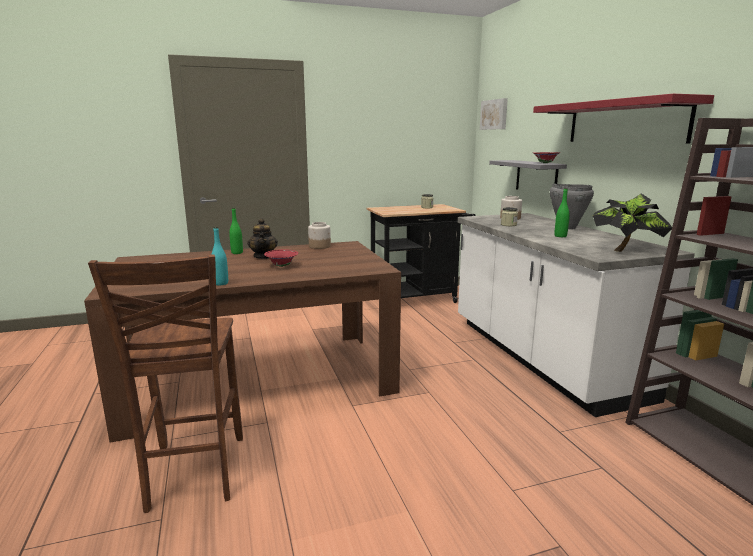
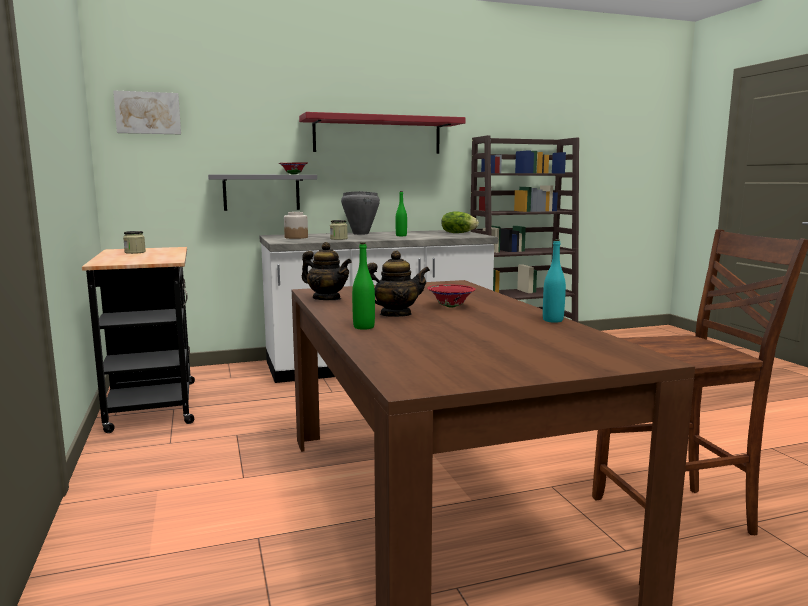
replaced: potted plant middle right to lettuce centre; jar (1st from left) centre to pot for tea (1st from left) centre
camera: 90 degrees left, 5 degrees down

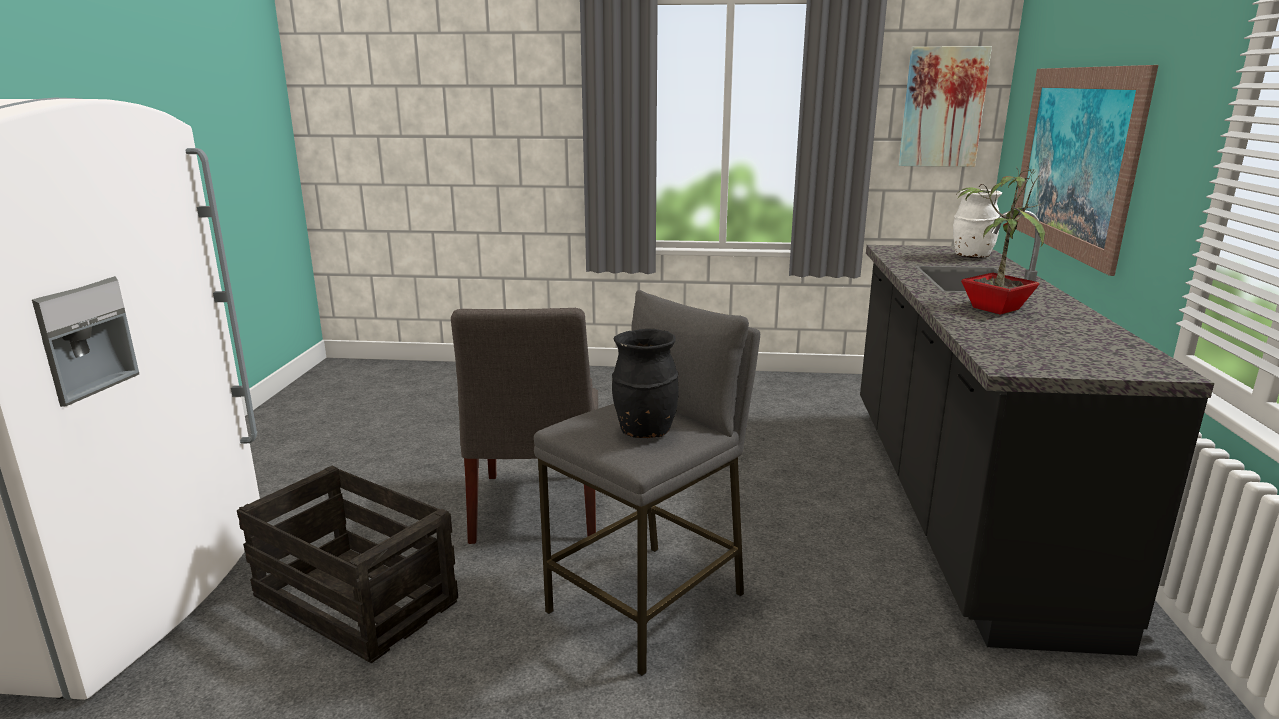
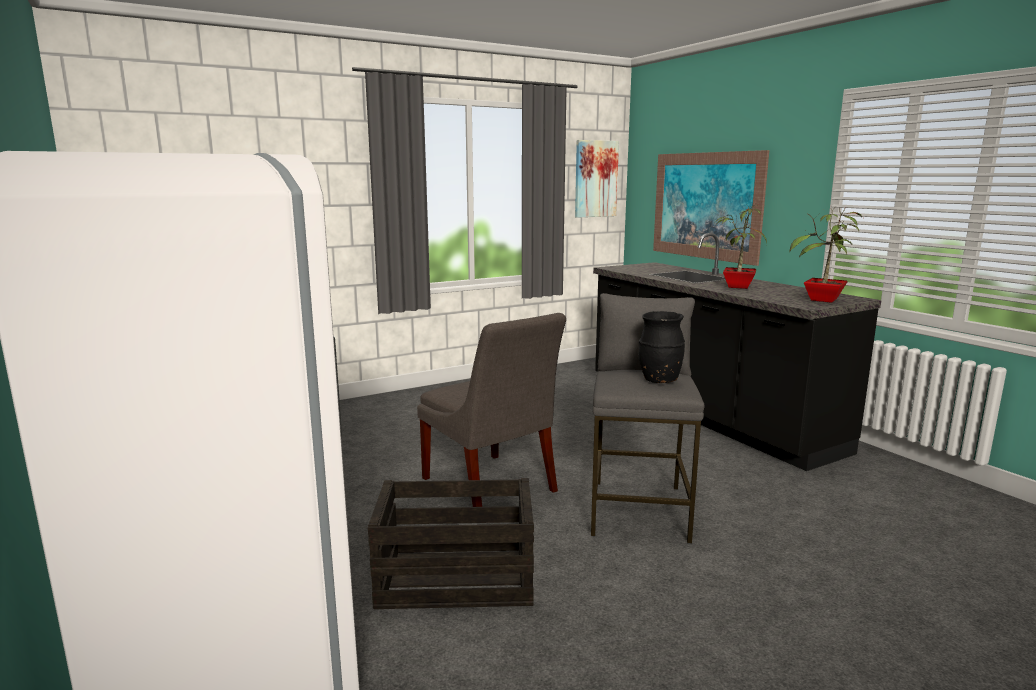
removed: white-coloured decorative vase top right
added: potted plant (2nd from left) middle right
camera: 35 degrees left, 5 degrees down

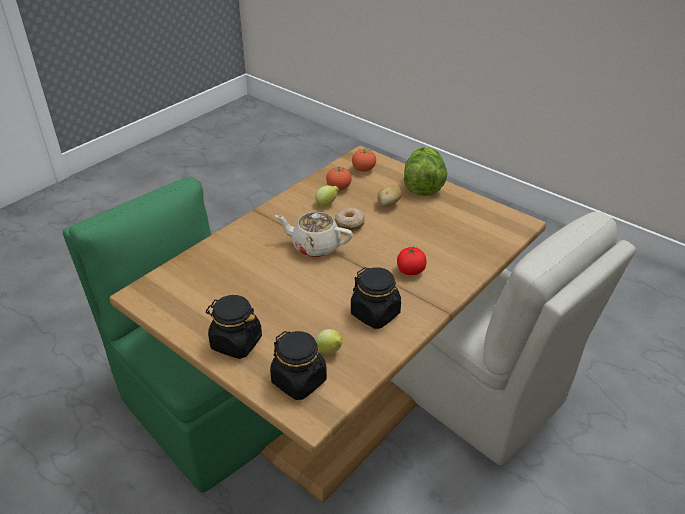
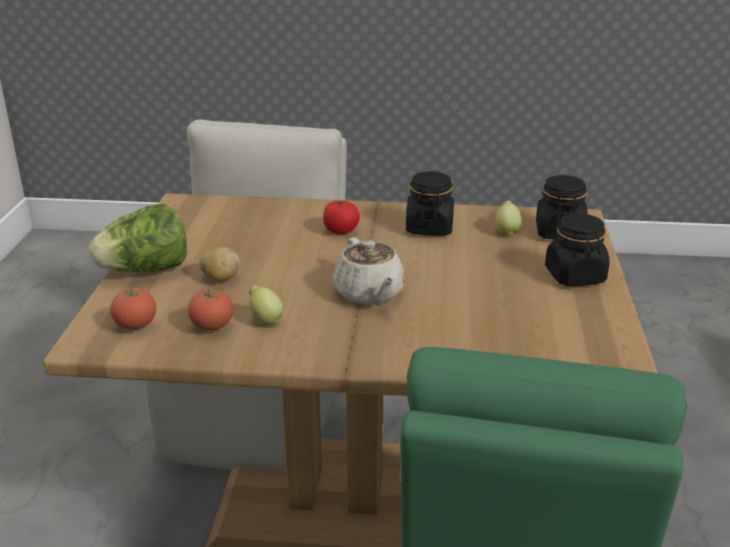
removed: ring doughnut centre
camera: 125 degrees left, 10 degrees down

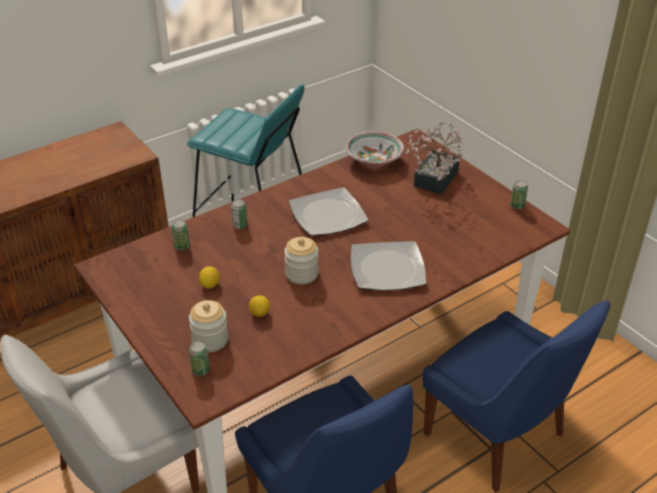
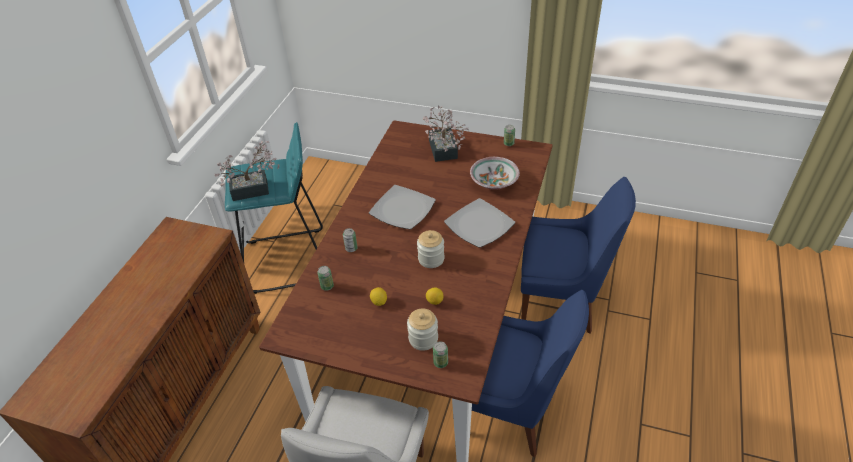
added: potted plant (1st from left) middle left
moved: deep dish top centre to centre
camera: 35 degrees left, 5 degrees up

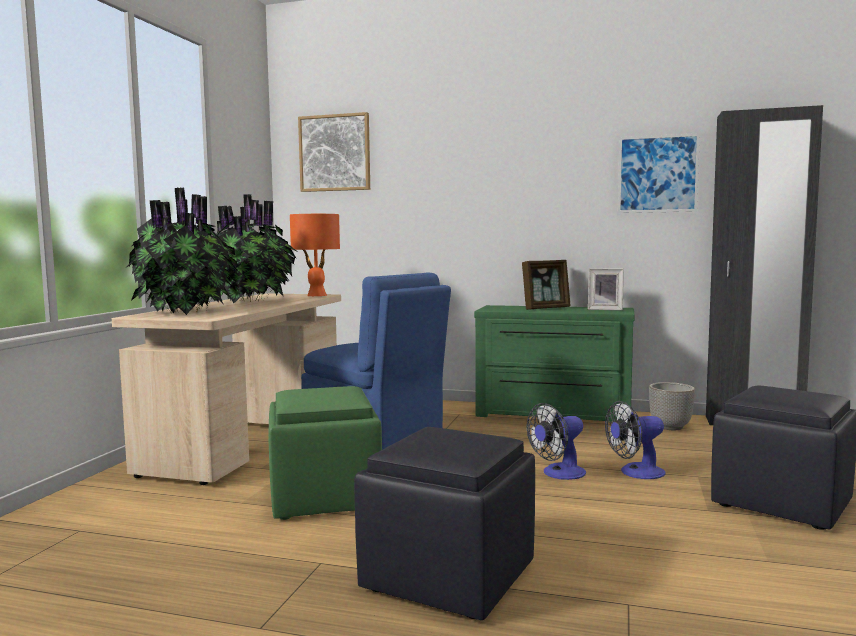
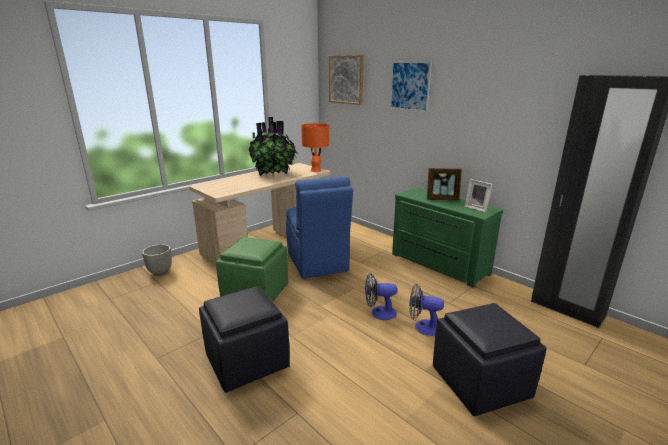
removed: potted plant (1st from left) middle left
moved: wall picture (2nd from left) top right to top centre; planter middle right to middle left
camera: 30 degrees right, 15 degrees up

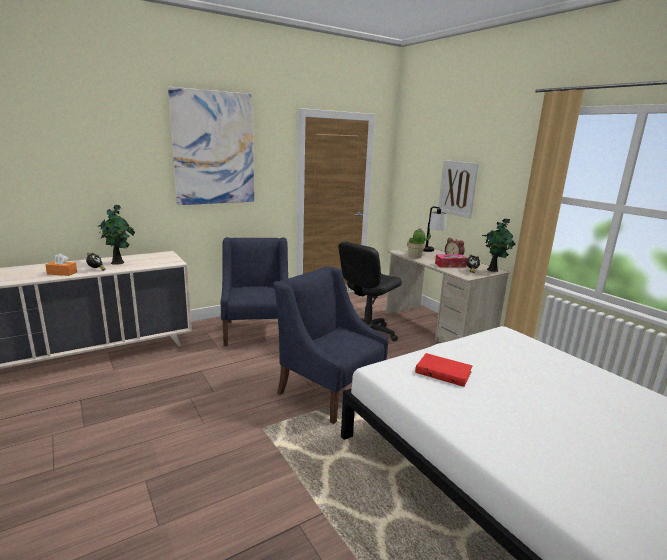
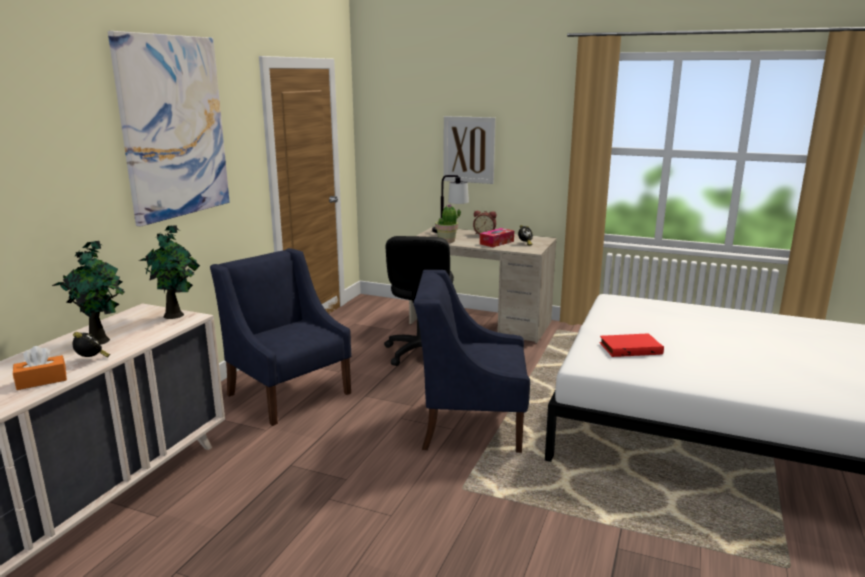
moved: potted plant (3rd from left in the first image) middle right to potted plant (2nd from left) middle left
camera: 35 degrees left, 0 degrees up

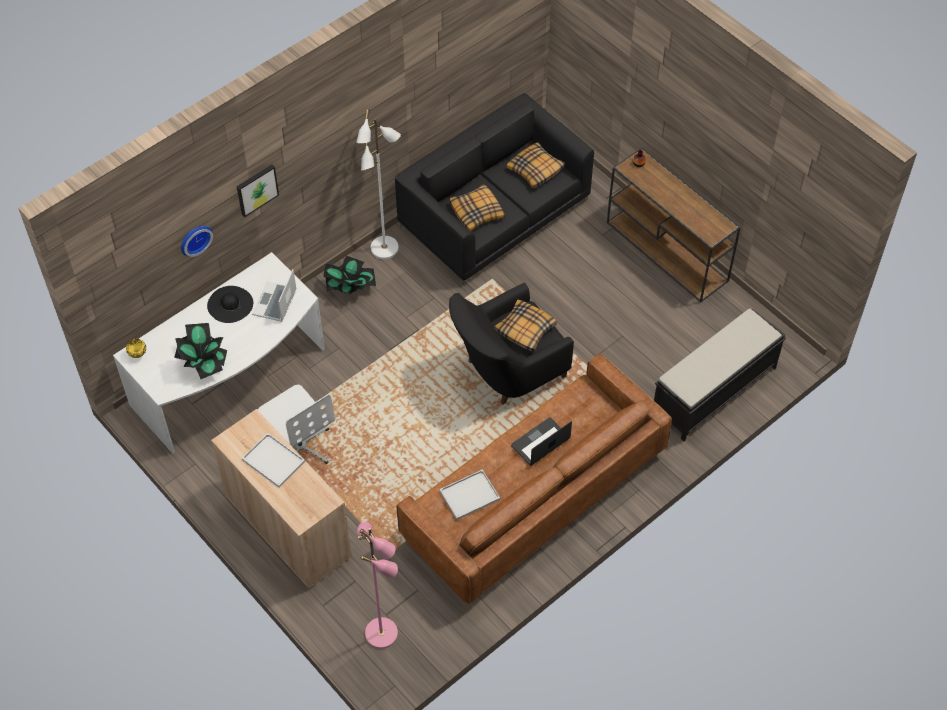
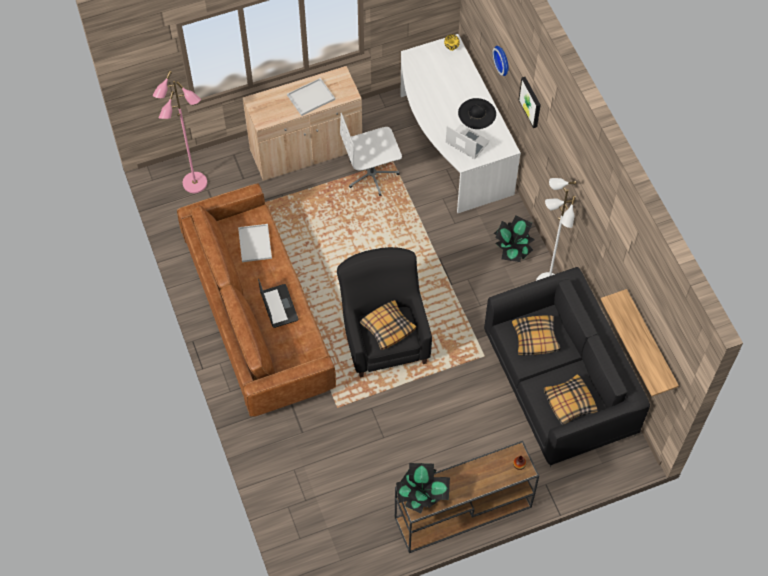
removed: blackish indoor bench middle right
added: shelf middle right
moved: potted plant (1st from left) middle left to bottom centre
camera: 110 degrees right, 5 degrees up

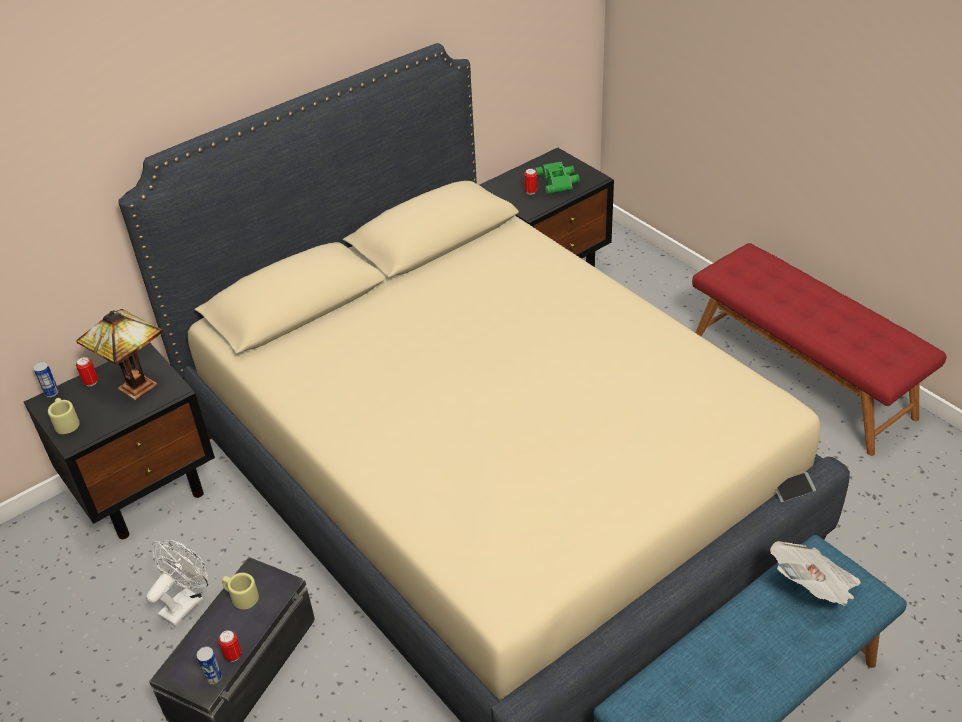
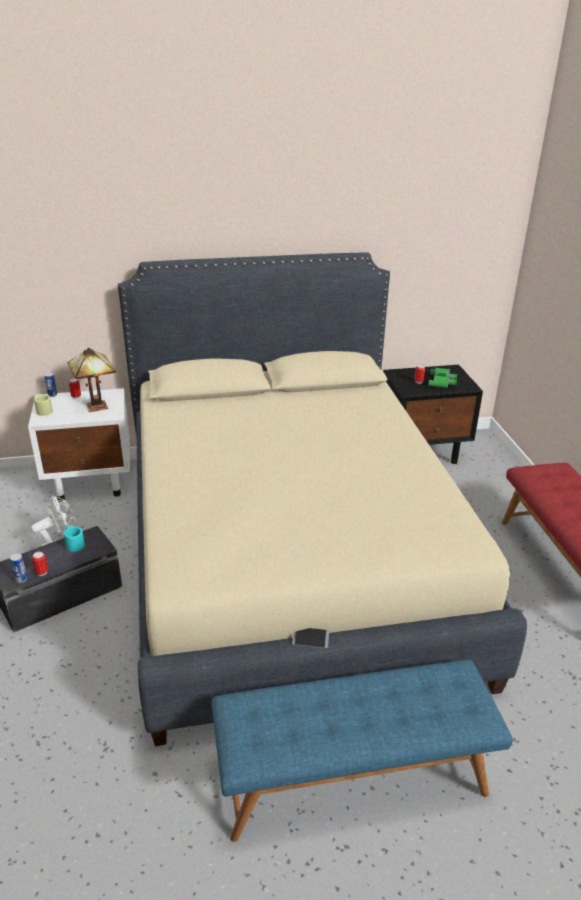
removed: newspaper bottom right
moved: phone bottom right to bottom centre
recoloured: blackish bedside table (1st from left) middle left to white-coloured bedside table middle left; sand-coloured tea mug (2nd from left) bottom left to turquoise tea mug middle left
camera: 25 degrees right, 10 degrees down

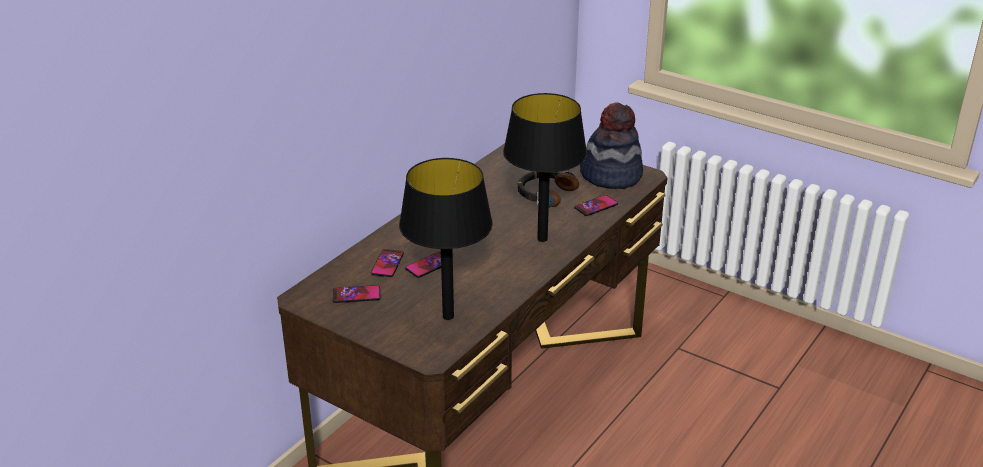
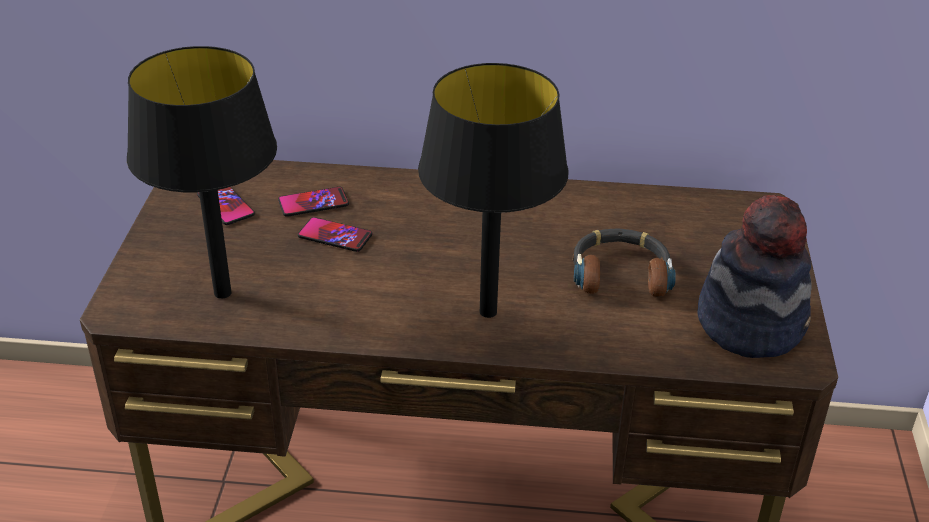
removed: phone (4th from left) centre
camera: 60 degrees right, 5 degrees up

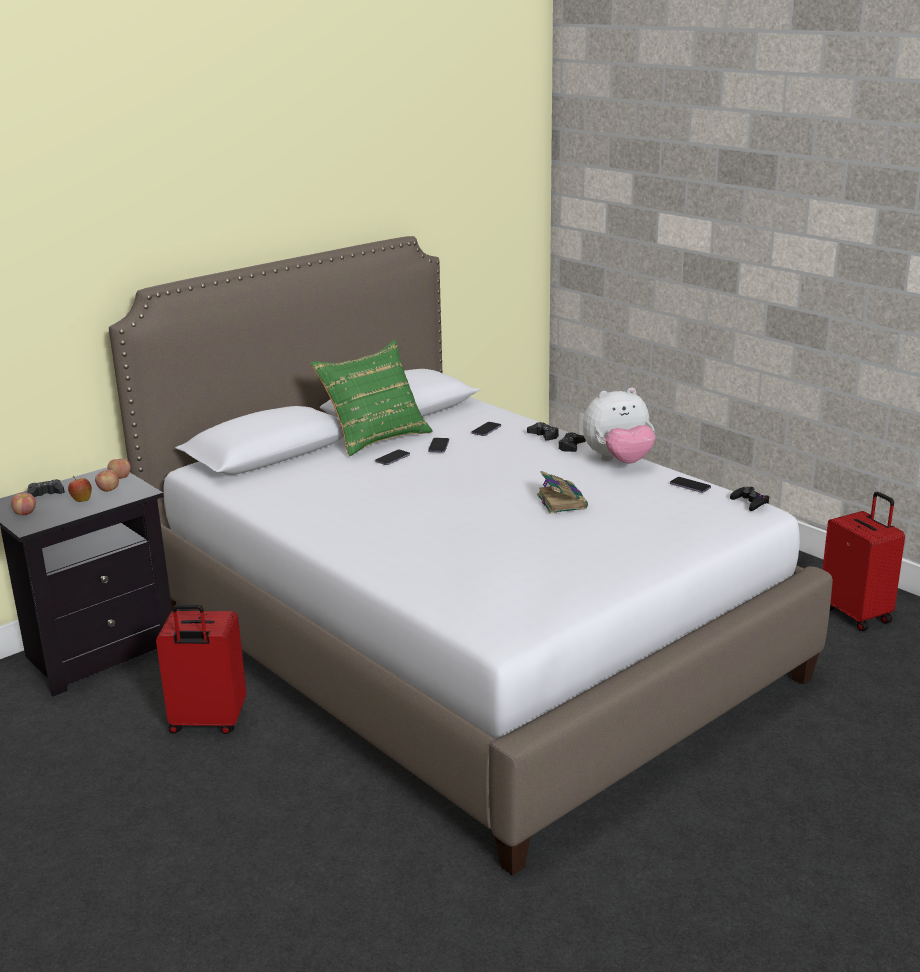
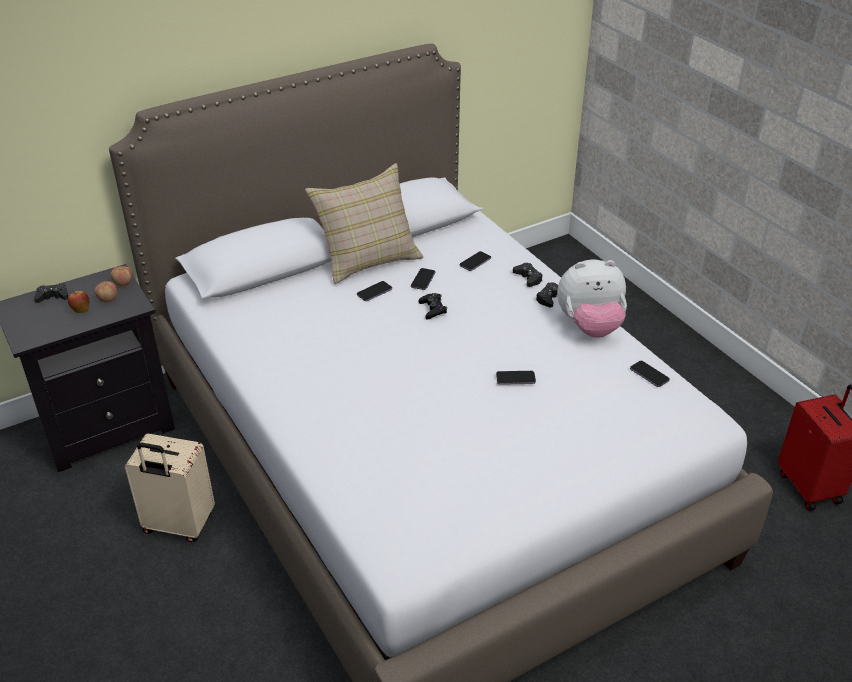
removed: whole apple (1st from left) middle left
moved: blackish joypad (4th from left in the first image) middle right to blackish joypad (2nd from left) centre
replaced: book centre to phone (4th from left) centre
recoloured: greenish cushion centre to sand-coloured cushion top centre; reddish travel case (1st from left) bottom left to sand-coloured travel case bottom left
camera: 10 degrees right, 15 degrees up

